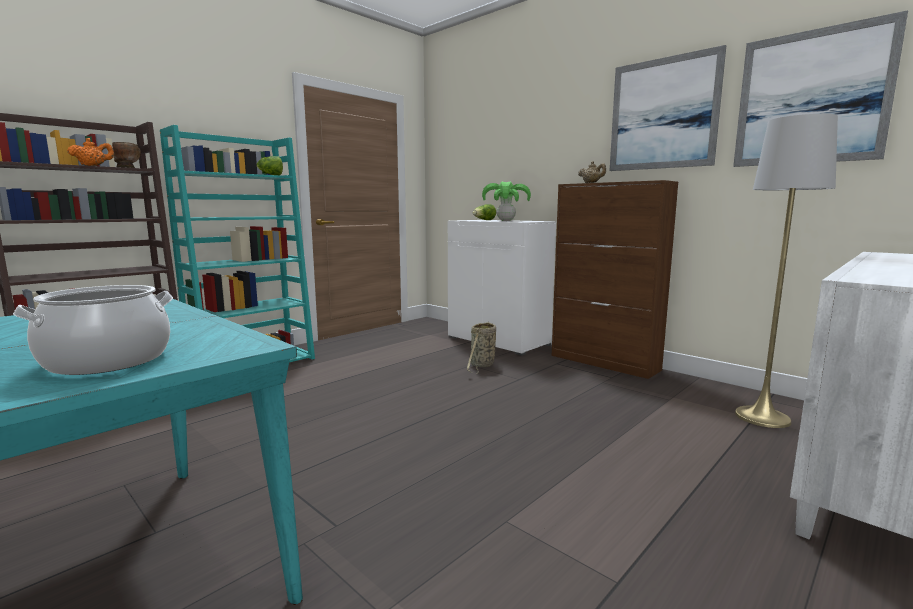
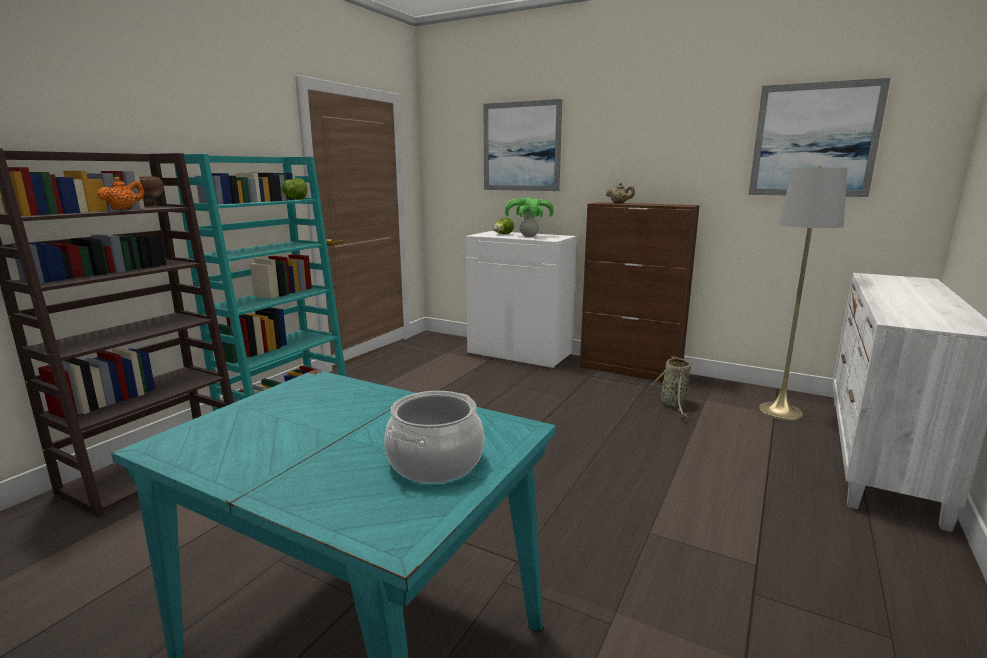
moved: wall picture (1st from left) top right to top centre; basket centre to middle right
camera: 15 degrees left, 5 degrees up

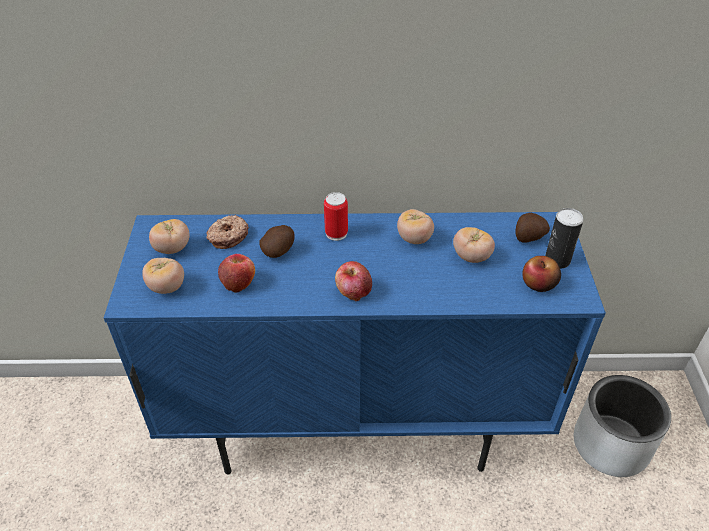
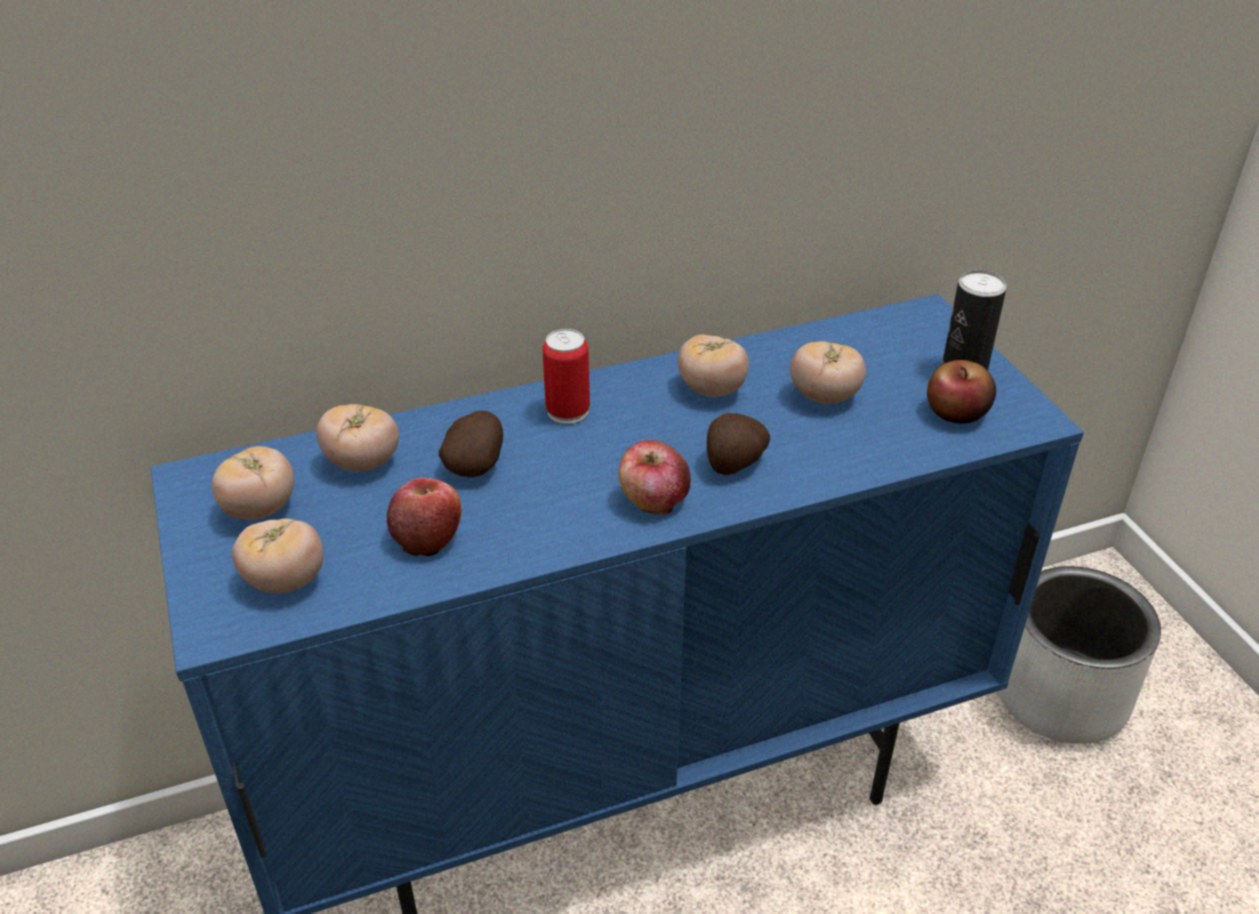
moved: whole potato (2nd from left) middle right to centre
replaced: ring doughnut middle left to tomato (3rd from left) middle left
camera: 20 degrees left, 5 degrees down

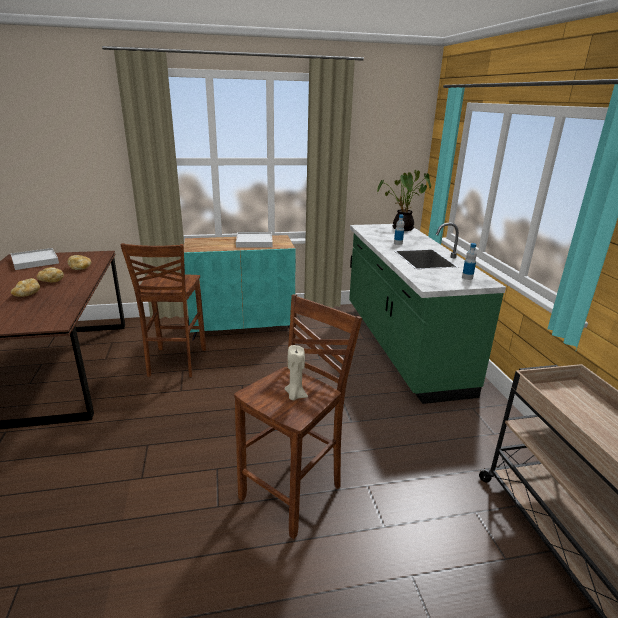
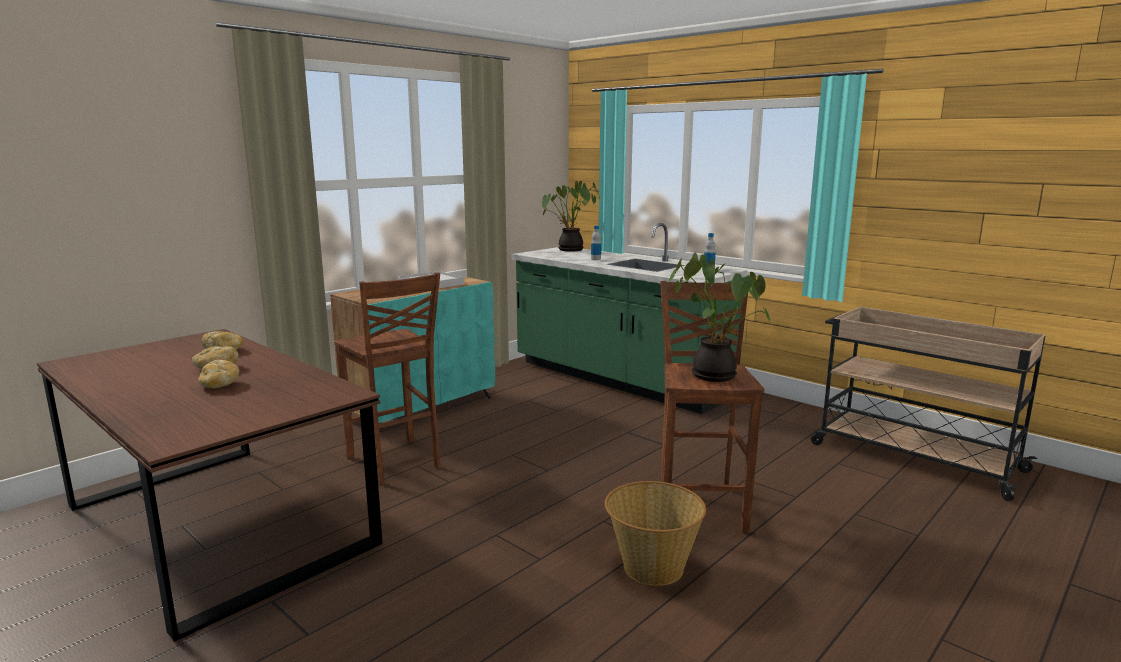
removed: white-coloured serving tray (1st from left) middle left
added: basket bottom centre
replaced: sand-coloured wax light centre to potted plant (2nd from left) centre
camera: 35 degrees left, 10 degrees down

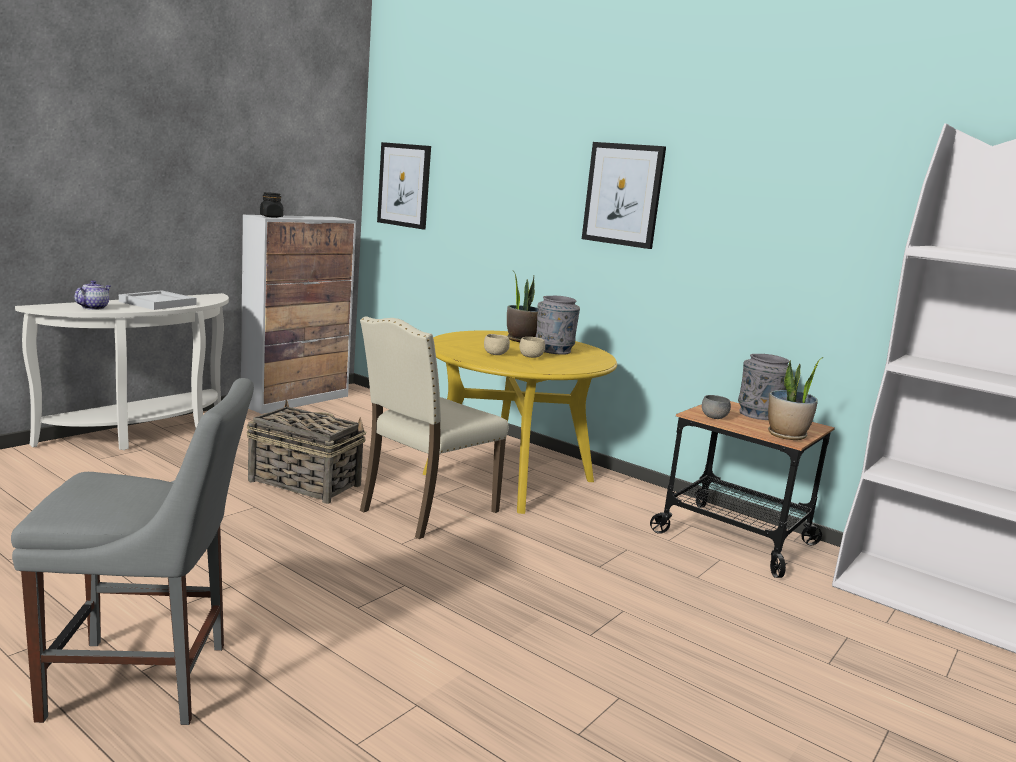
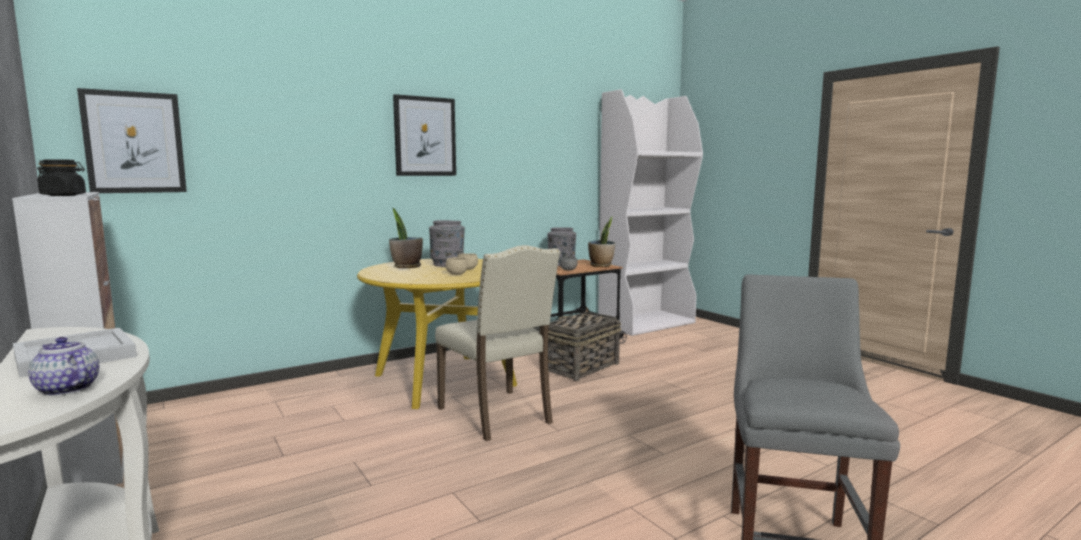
moved: basket middle left to centre
camera: 70 degrees left, 5 degrees down

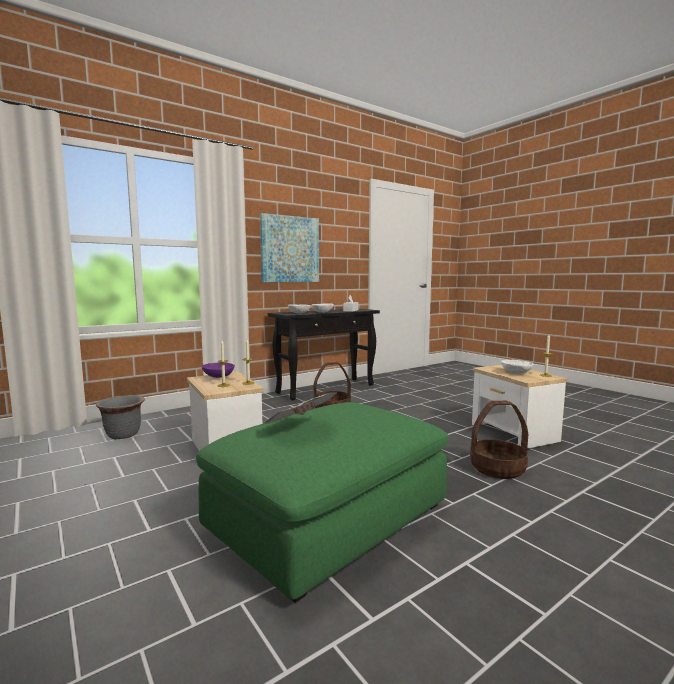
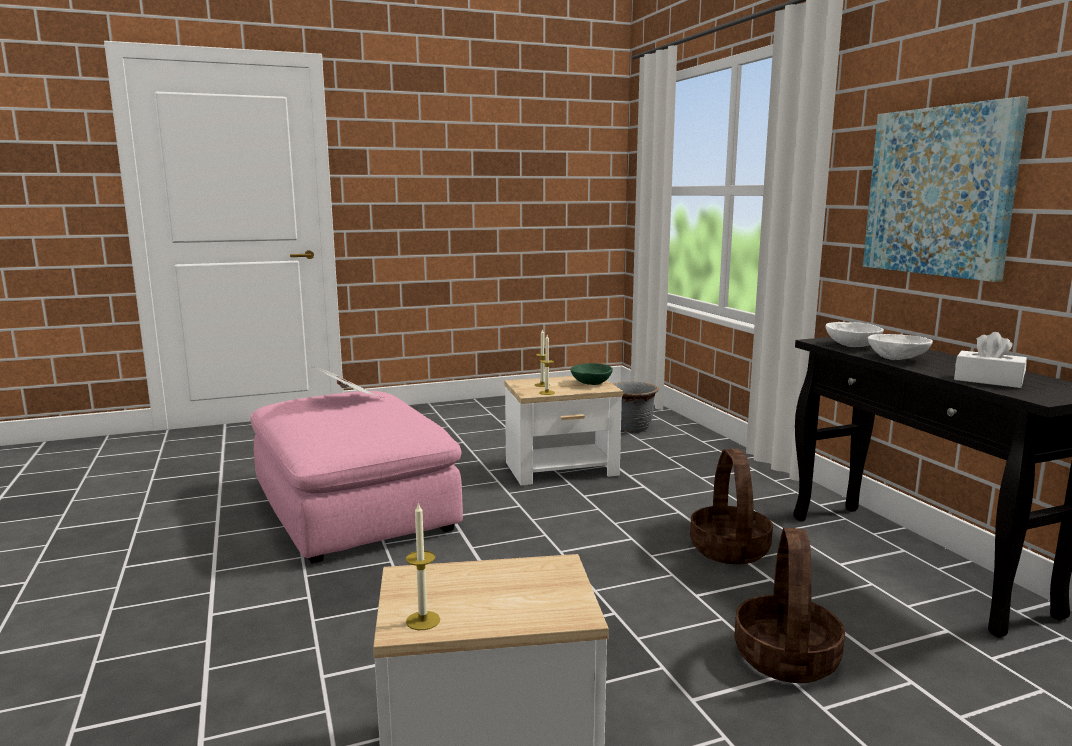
removed: white-coloured deep dish (3rd from left) middle right
moved: basket (2nd from left) middle right to bottom right
recoloured: purple-coloured deep dish middle left to greenish deep dish centre; greenish footrest bottom centre to pink footrest middle left
camera: 105 degrees right, 5 degrees up

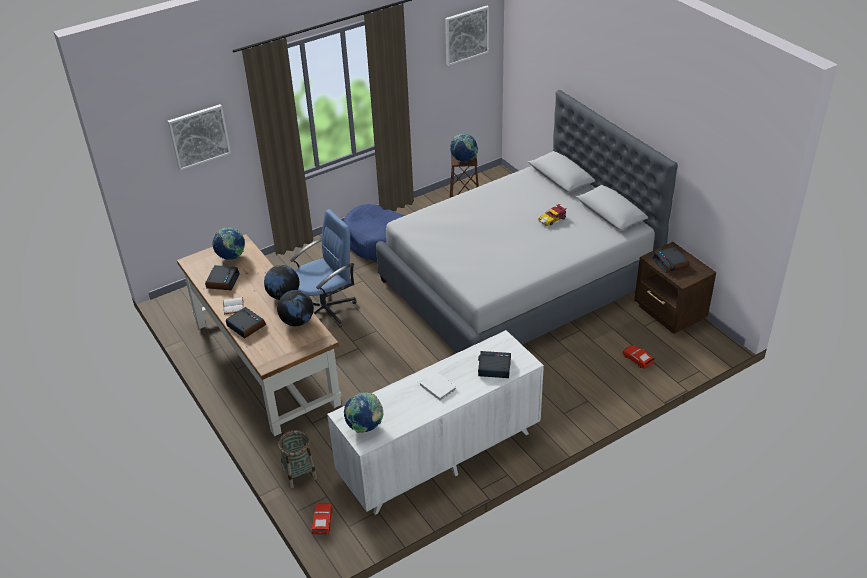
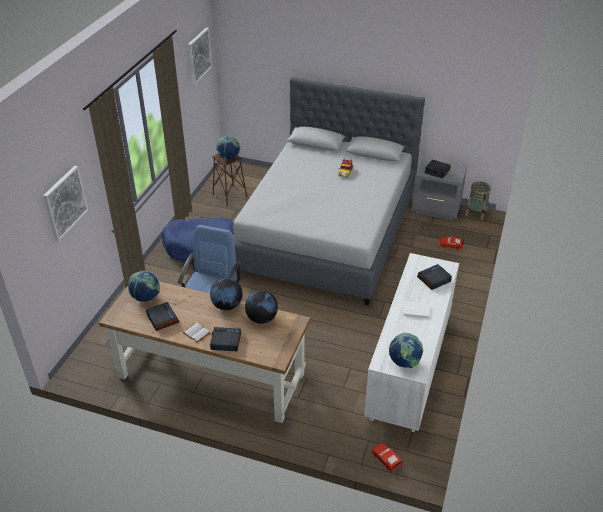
moved: basket bottom centre to middle right
recoloured: brown bedside table middle right to grey bedside table middle right
camera: 40 degrees left, 0 degrees up

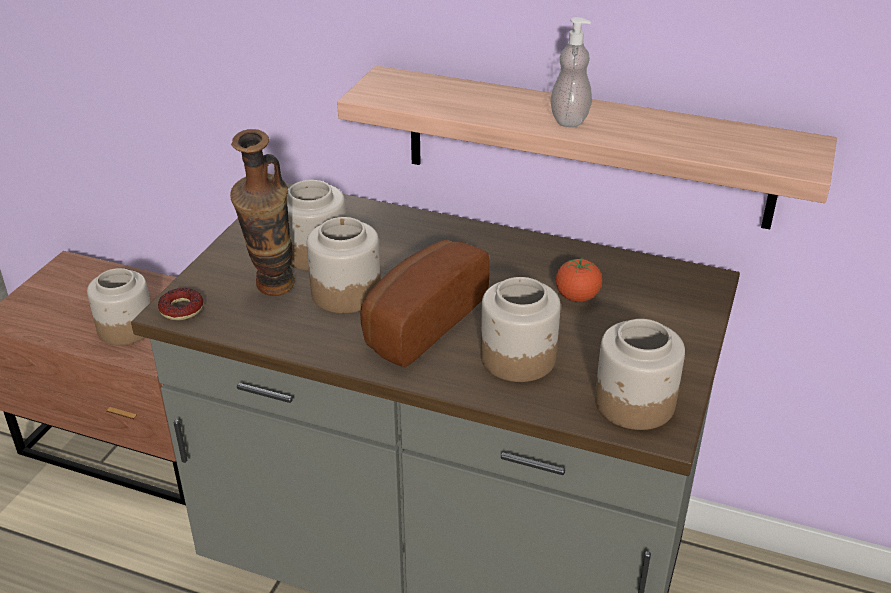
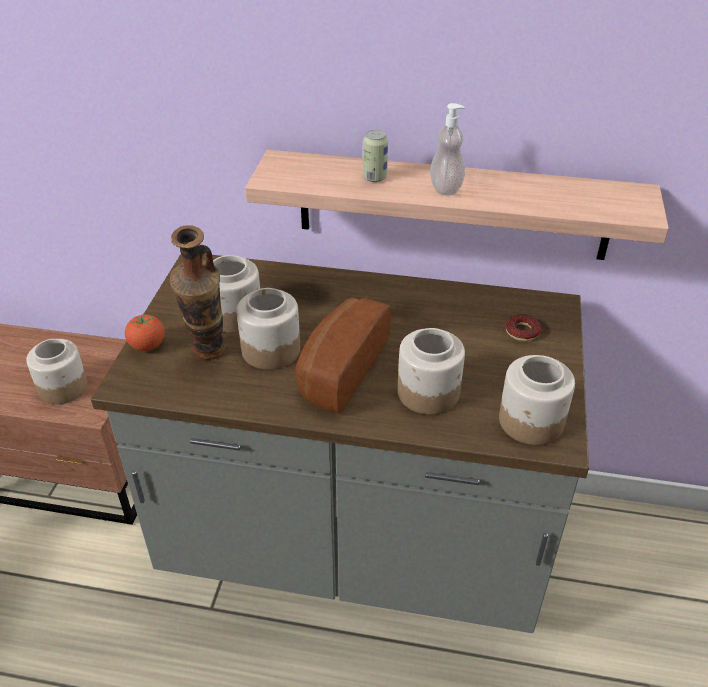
added: sealed can top centre
moved: tomato centre to middle left; ring doughnut middle left to middle right
camera: 10 degrees left, 5 degrees up

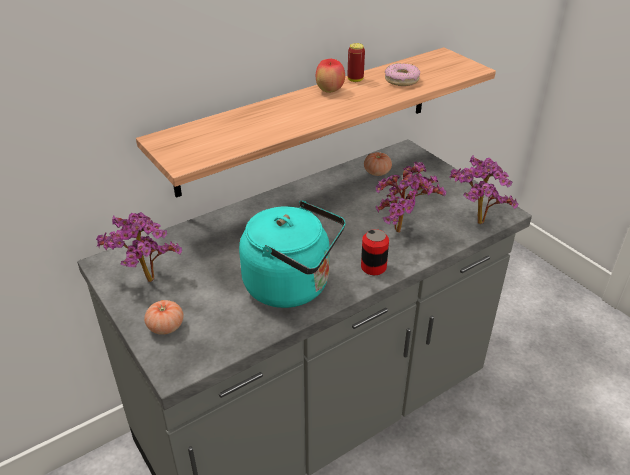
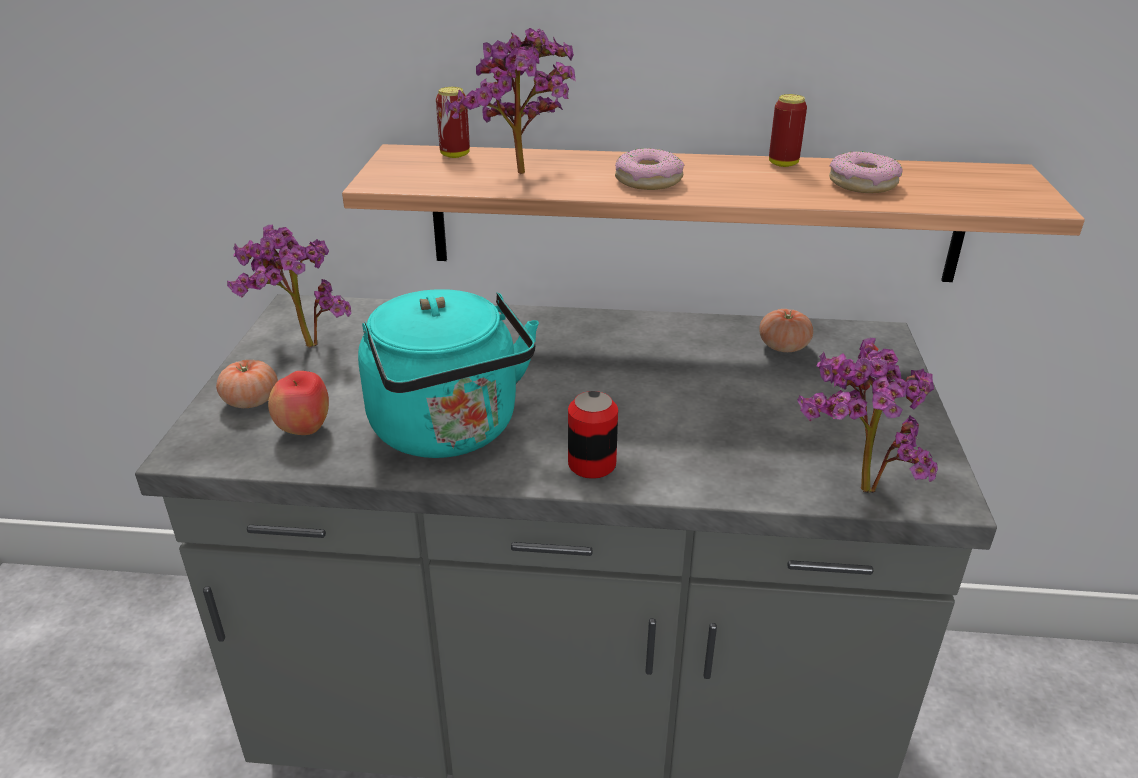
added: sealed can (1st from left) top centre; ring doughnut (1st from left) top centre
moved: whole apple top centre to middle left; potted plant (2nd from left) centre to top centre
camera: 40 degrees right, 5 degrees down

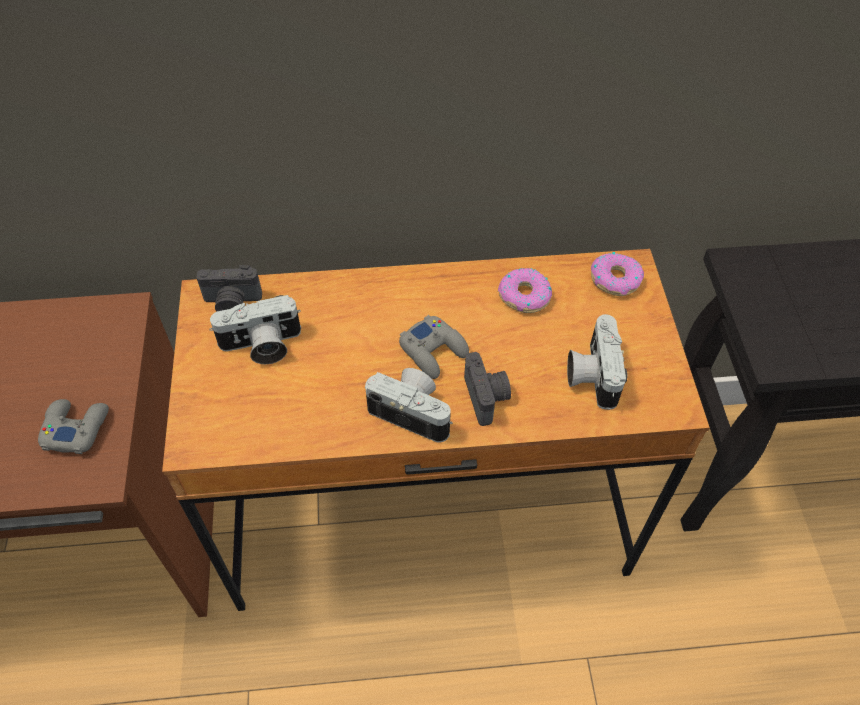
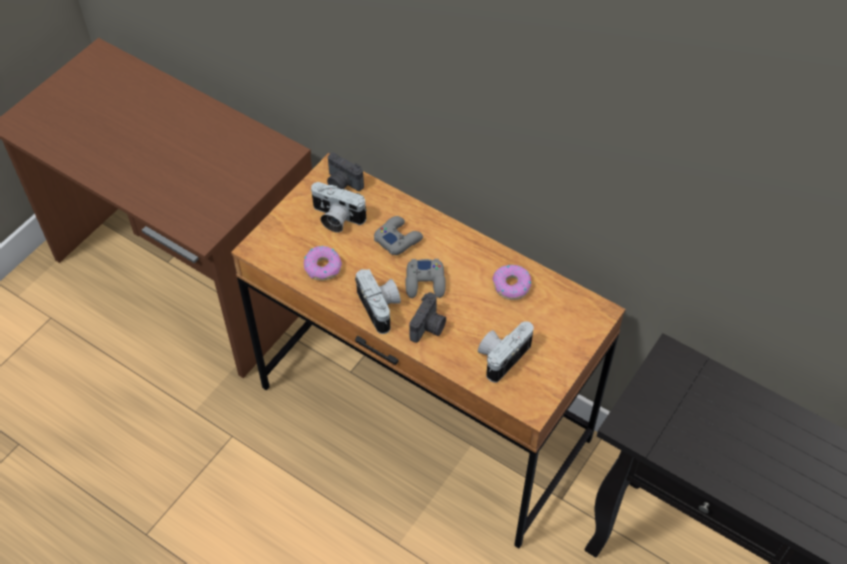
moved: ring doughnut (2nd from left in the first image) middle right to ring doughnut (1st from left) centre; grey joypad (1st from left) middle left to centre
camera: 40 degrees right, 0 degrees up

